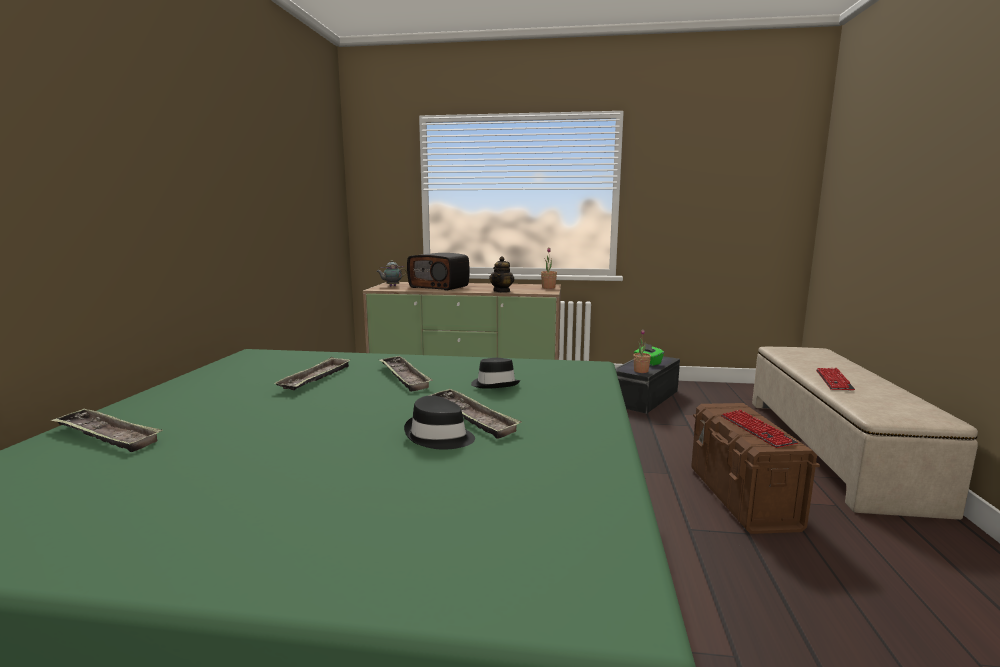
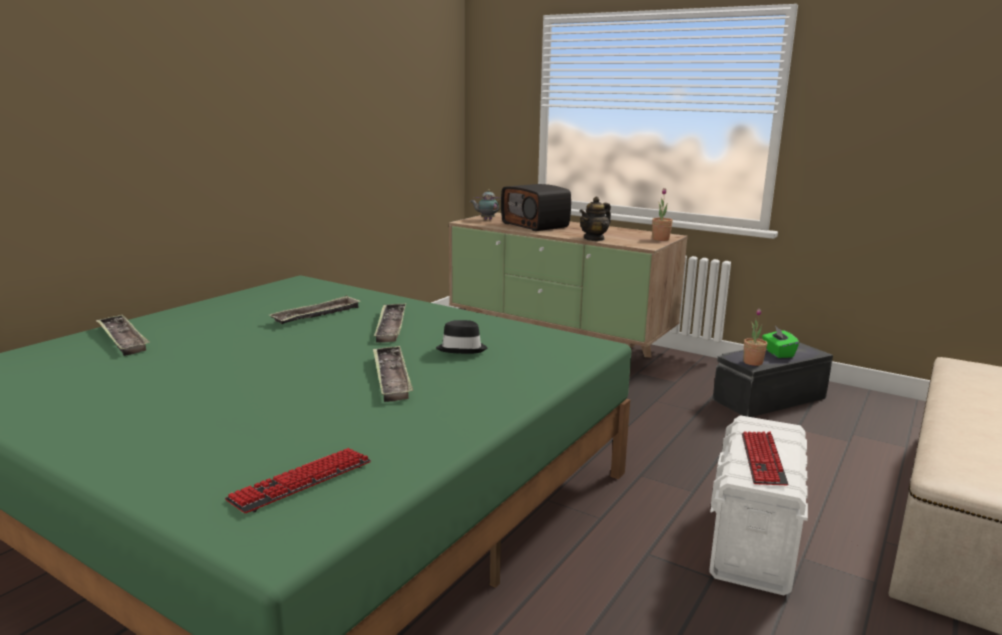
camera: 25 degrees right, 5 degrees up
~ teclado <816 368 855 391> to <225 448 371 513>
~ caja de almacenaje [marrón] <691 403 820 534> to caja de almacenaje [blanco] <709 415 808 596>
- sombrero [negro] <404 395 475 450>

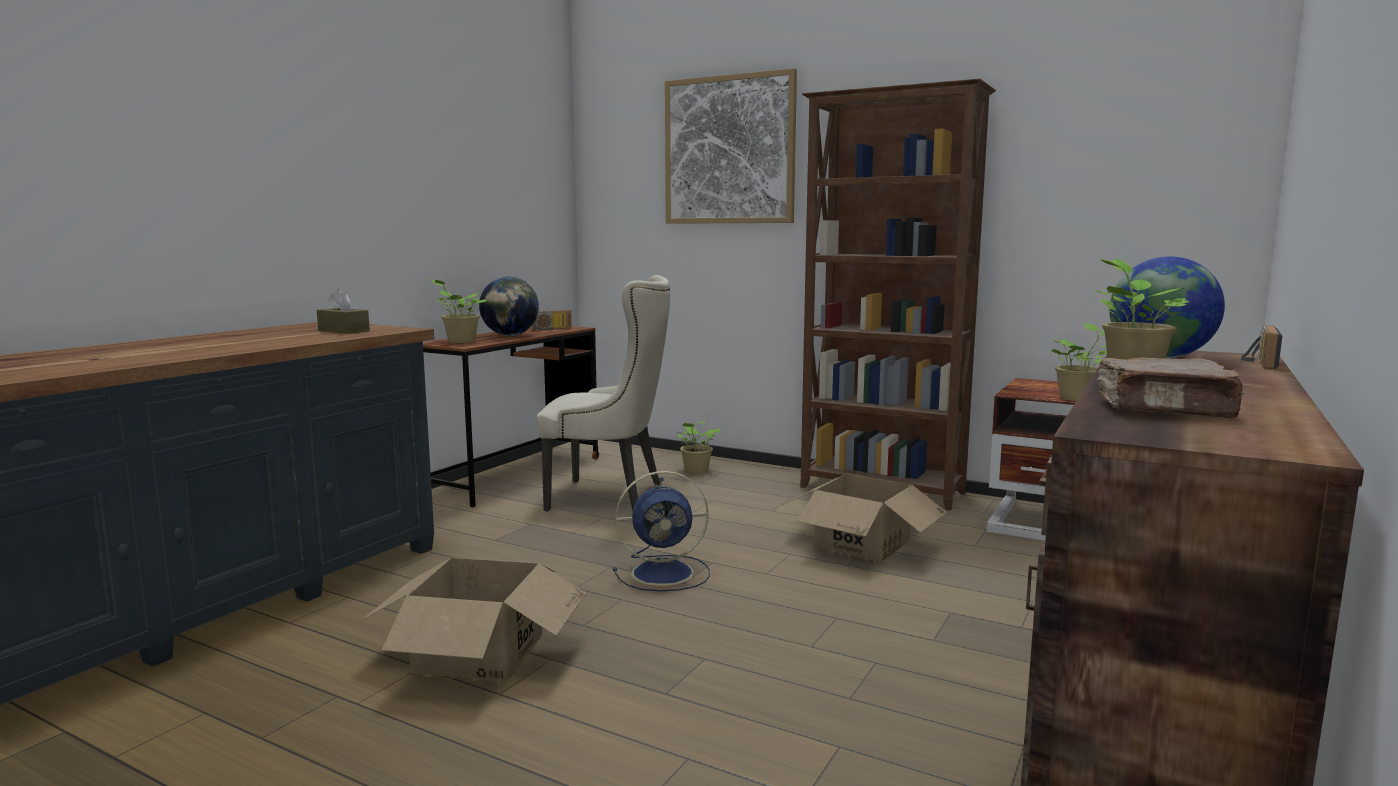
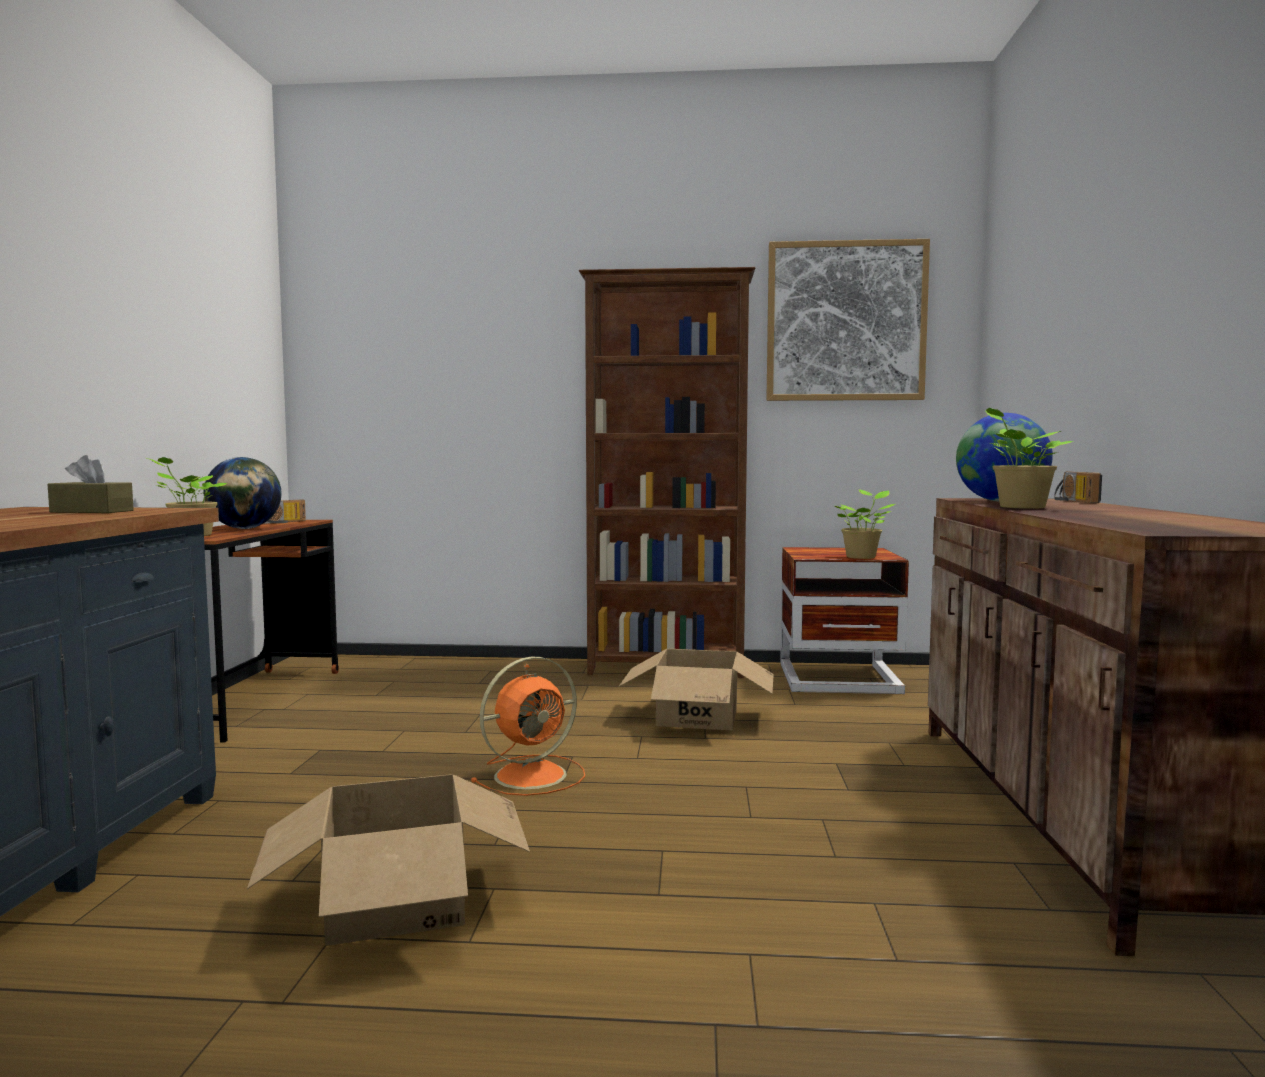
camera: 25 degrees left, 5 degrees down
~ ventilador [azul] <613 471 710 591> to ventilador [naranja] <471 656 585 796>
~ cuadro <665 68 797 224> to <766 239 930 401>
- silla [beis] <537 275 670 511>
- planta en maceta <678 420 720 474>
- libro [marrón] <1097 357 1245 418>

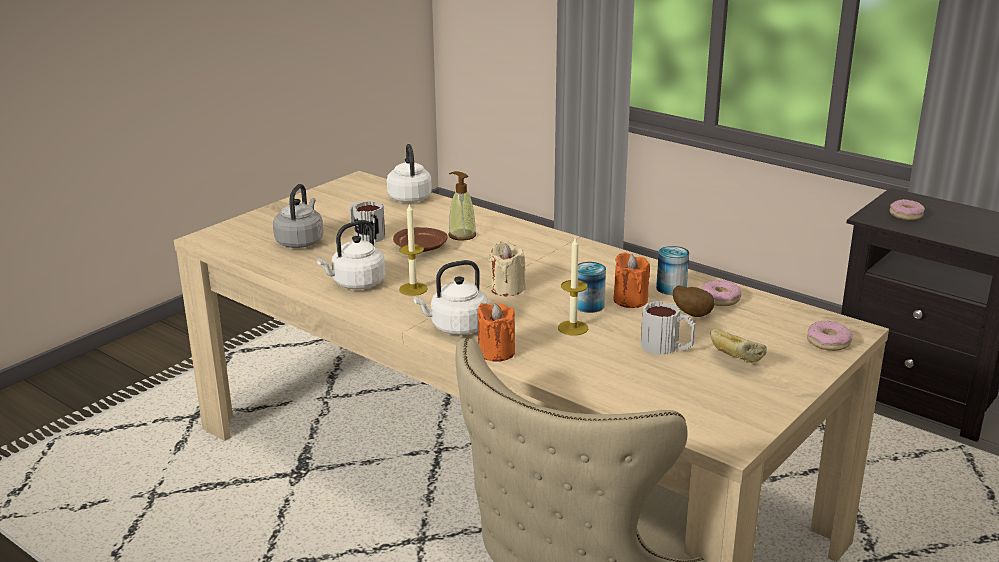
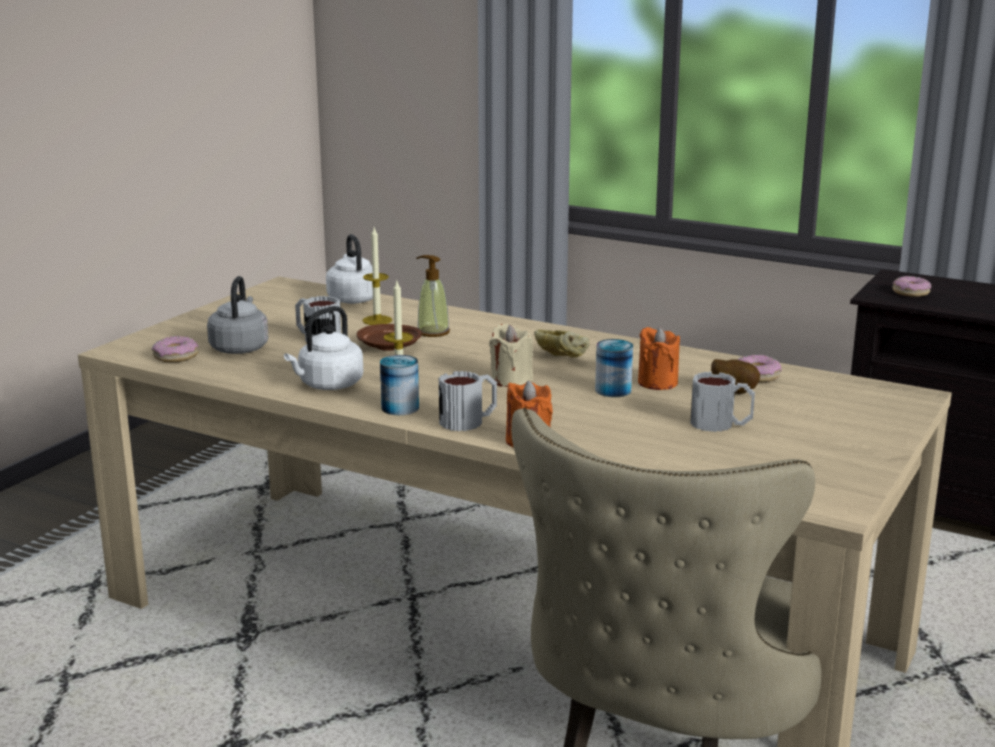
camera: 10 degrees left, 5 degrees down
~ rosquilla <807 321 853 351> to <152 336 199 362>
~ vela <558 236 588 335> to <363 228 392 325>
~ lata <656 246 689 295> to <380 355 419 415>
~ hervidor [blanco] <413 260 489 335> to taza grande <439 371 497 431>
~ pan <710 329 767 363> to <534 329 590 358>

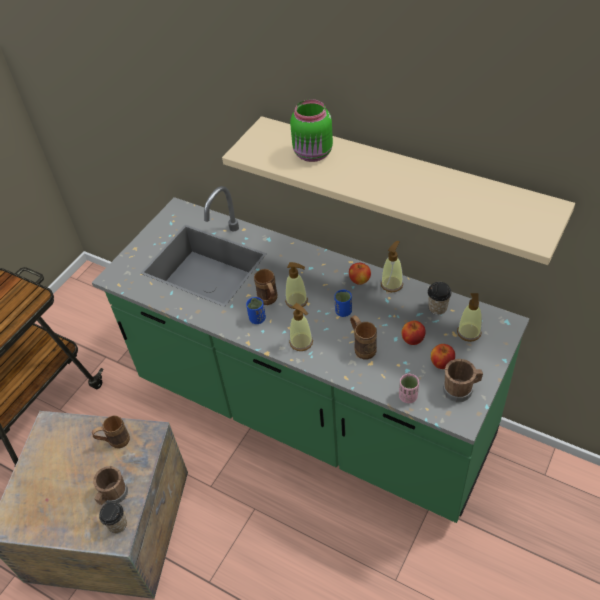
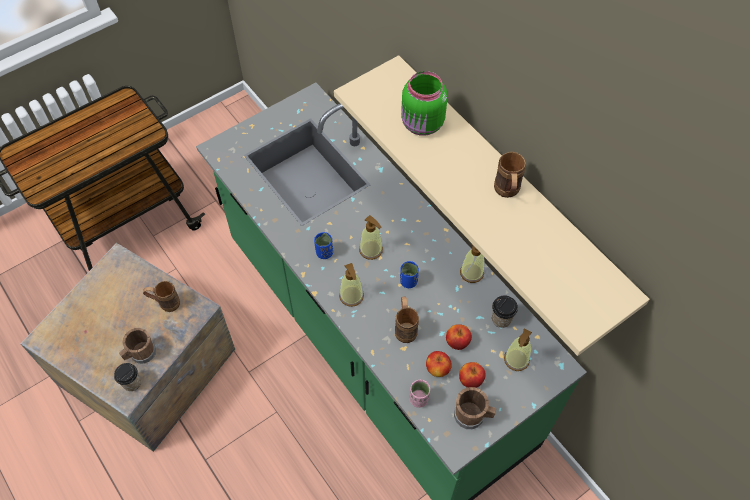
camera: 20 degrees right, 10 degrees up
~ manzana <349 263 371 285> to <426 351 452 377>
~ taza grande [marrón] <254 269 277 305> to <494 152 526 198>

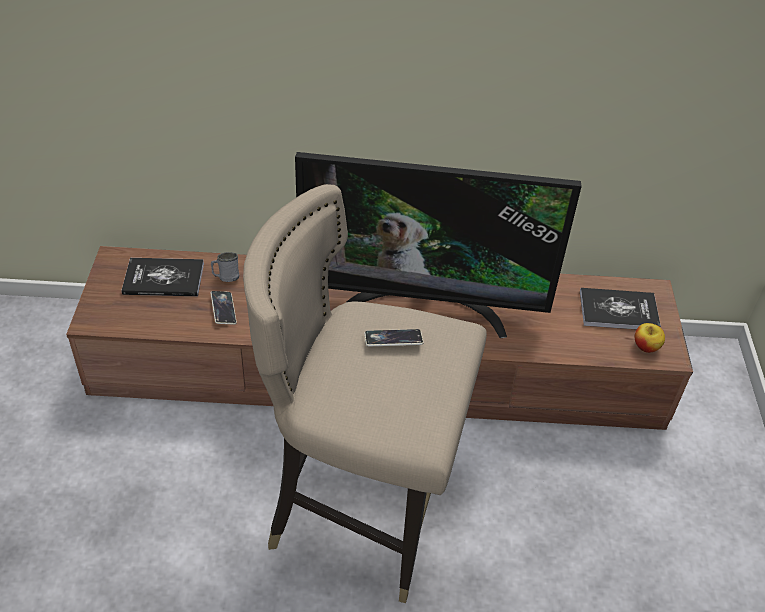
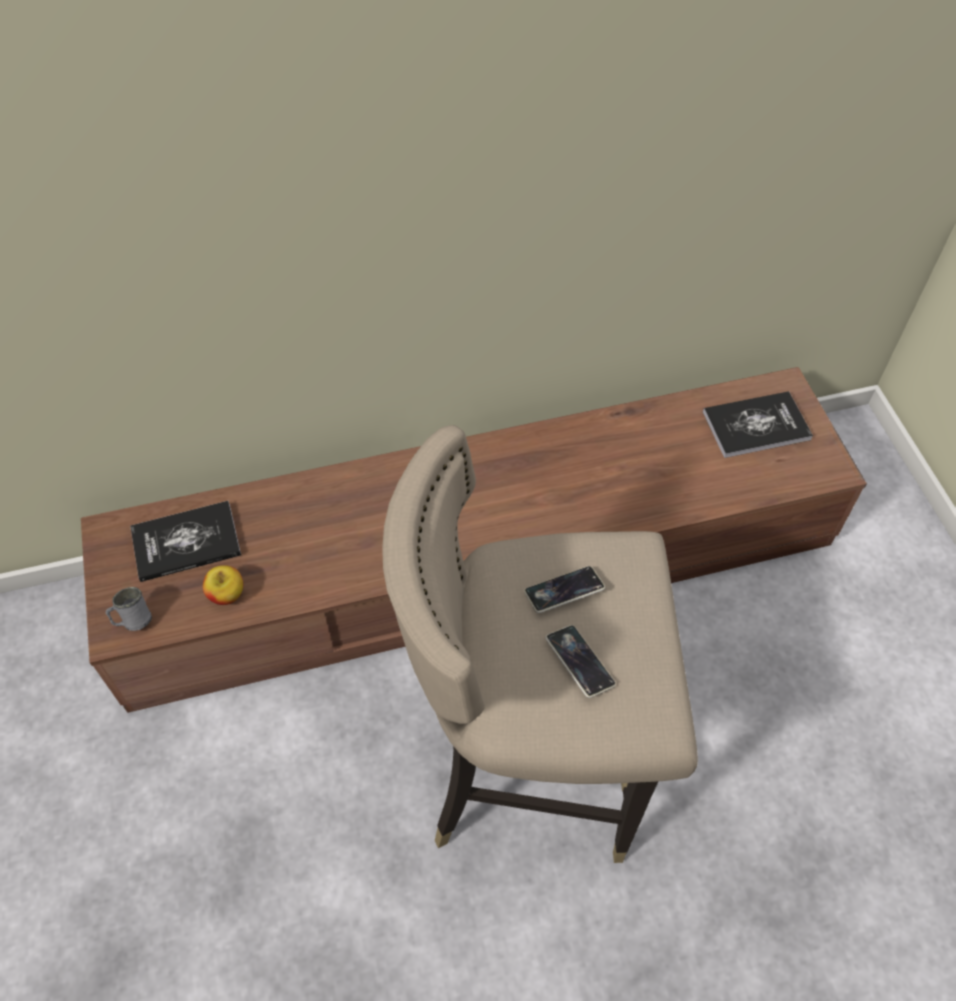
camera: 15 degrees left, 10 degrees up
~ taza grande [gris] <211 252 239 282> to <106 587 152 631>
~ manzana <635 323 665 353> to <203 565 243 605>
~ móvil <211 291 237 324> to <545 625 616 698>
- televisor <295 152 582 338>

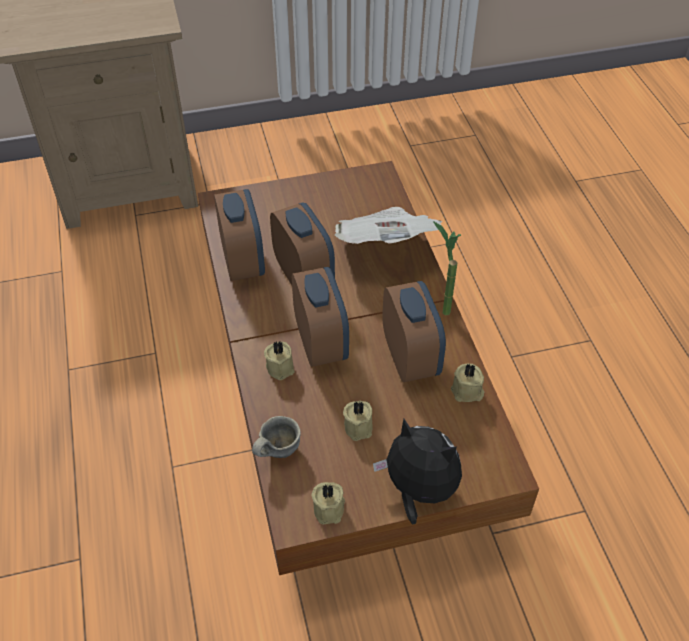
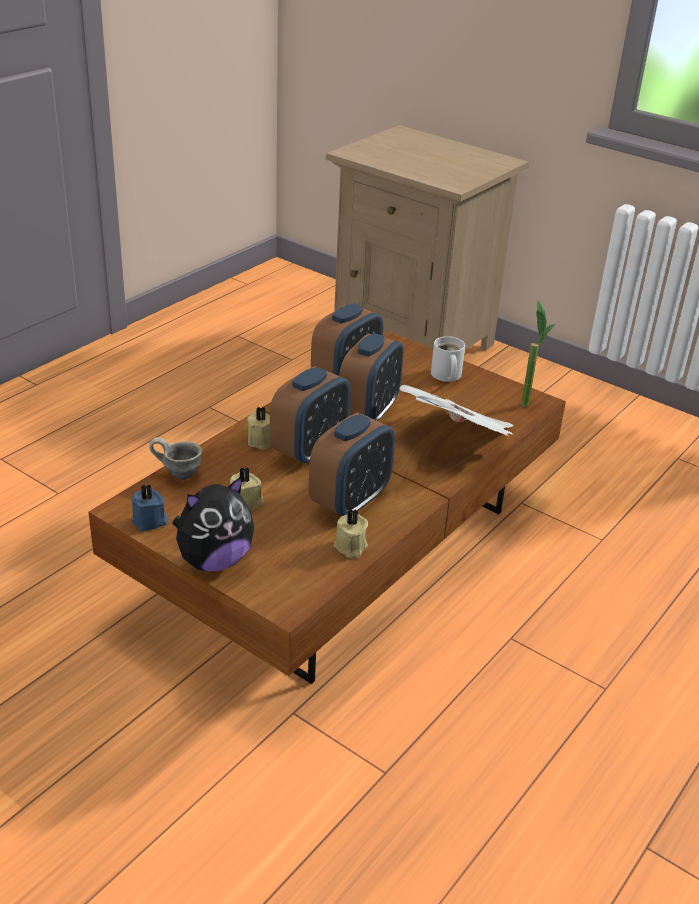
camera: 50 degrees right, 15 degrees down
~ vela [beis] <312 482 345 524> to vela [azul] <131 484 169 531>
~ peluche <373 419 462 525> = <172 476 254 571> 60 degrees clockwise
+ taza grande [blanco] <431 336 465 382>
~ planta en maceta <433 221 461 315> to <521 301 555 407>

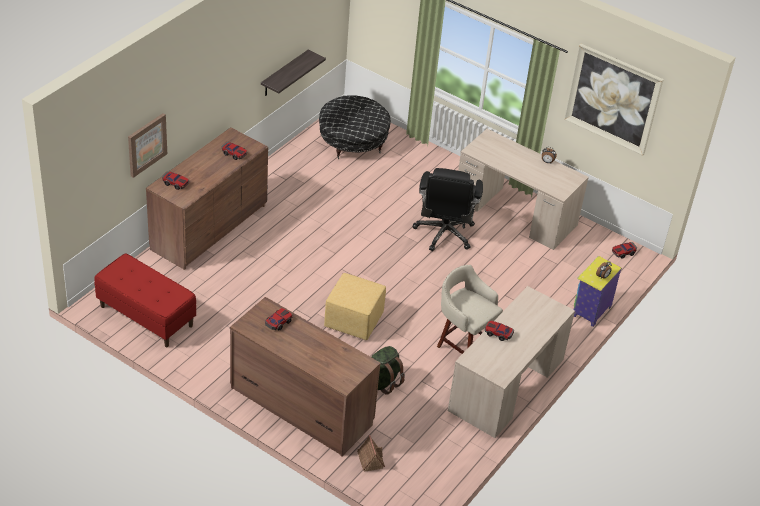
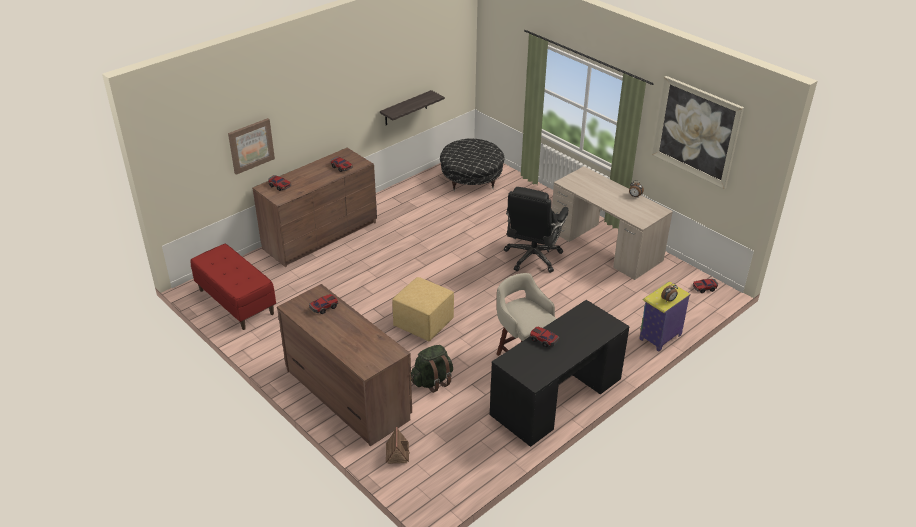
camera: 15 degrees right, 5 degrees down
~ escritorio [beis] <448 286 575 438> to escritorio [negro] <490 300 630 447>

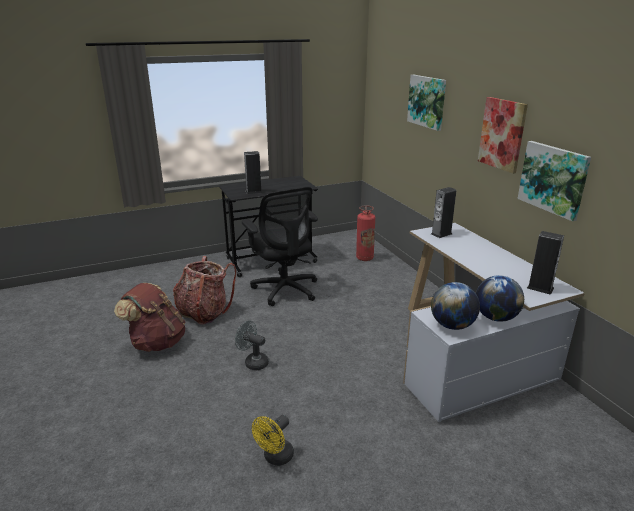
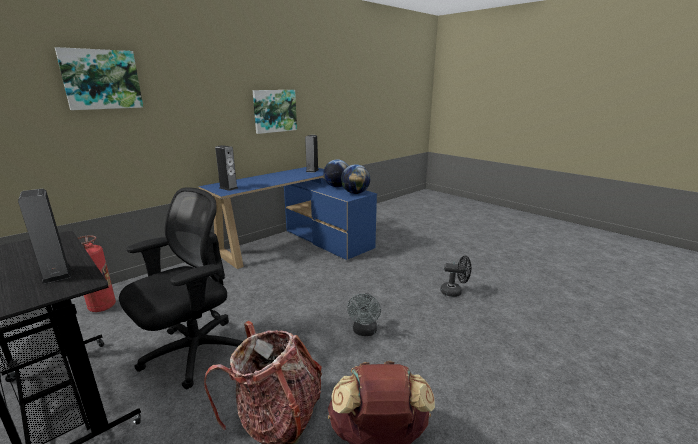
camera: 110 degrees left, 5 degrees down
~ escritorio [blanco] <403 223 585 422> to escritorio [azul] <199 167 377 269>
~ ventilador [amarillo] <252 415 294 466> to ventilador [negro] <441 256 471 297>
- cuadro <478 97 528 174>

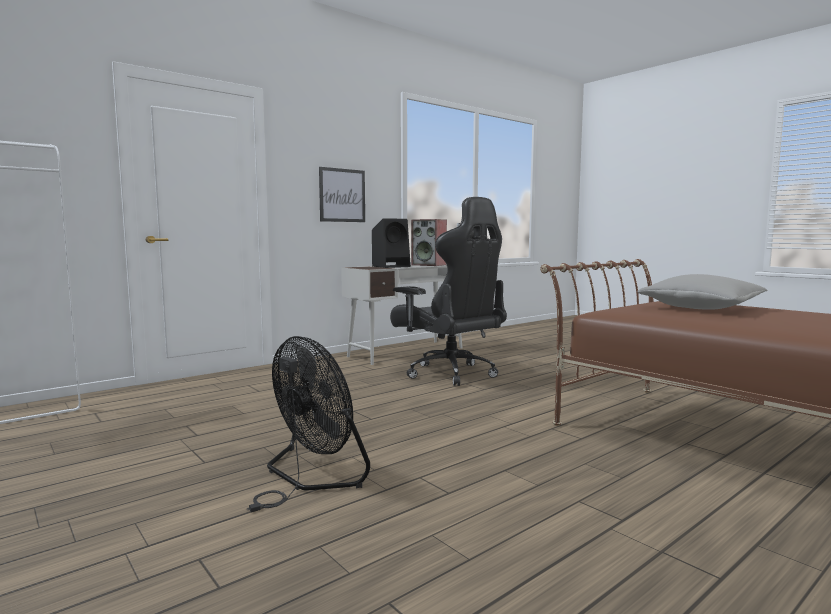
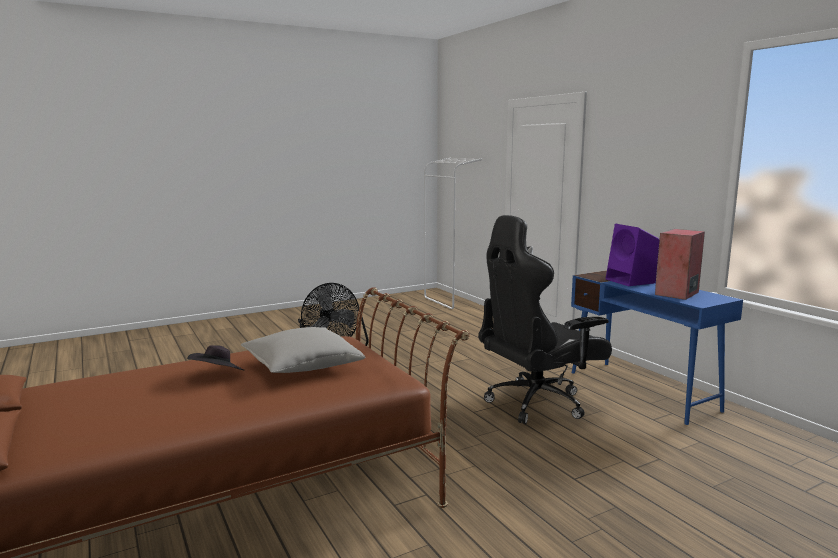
camera: 100 degrees right, 5 degrees up
+ sombrero [negro] <187 345 244 370>
~ escritorio [blanco] <341 265 463 365> to escritorio [azul] <571 270 743 425>
~ altavoz [negro] <372 218 411 268> to altavoz [morado] <606 224 659 286>
- cuadro <319 167 365 222>

